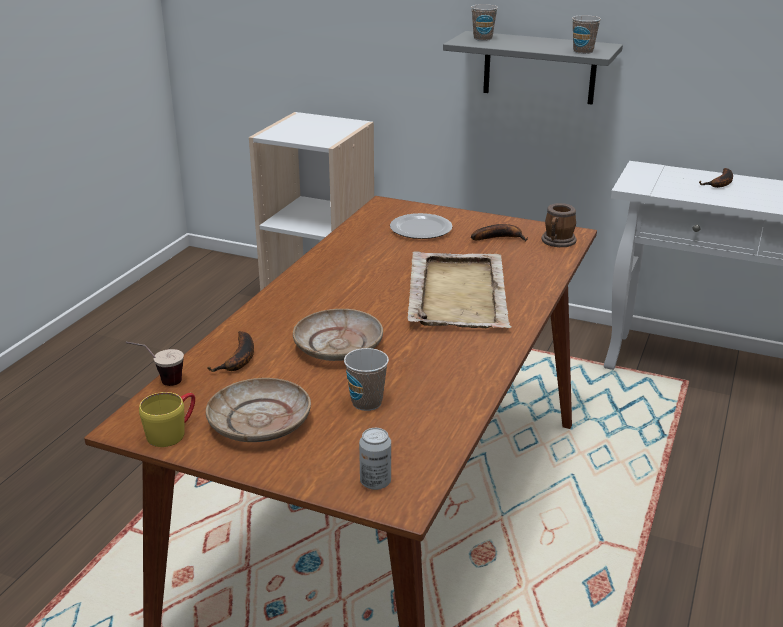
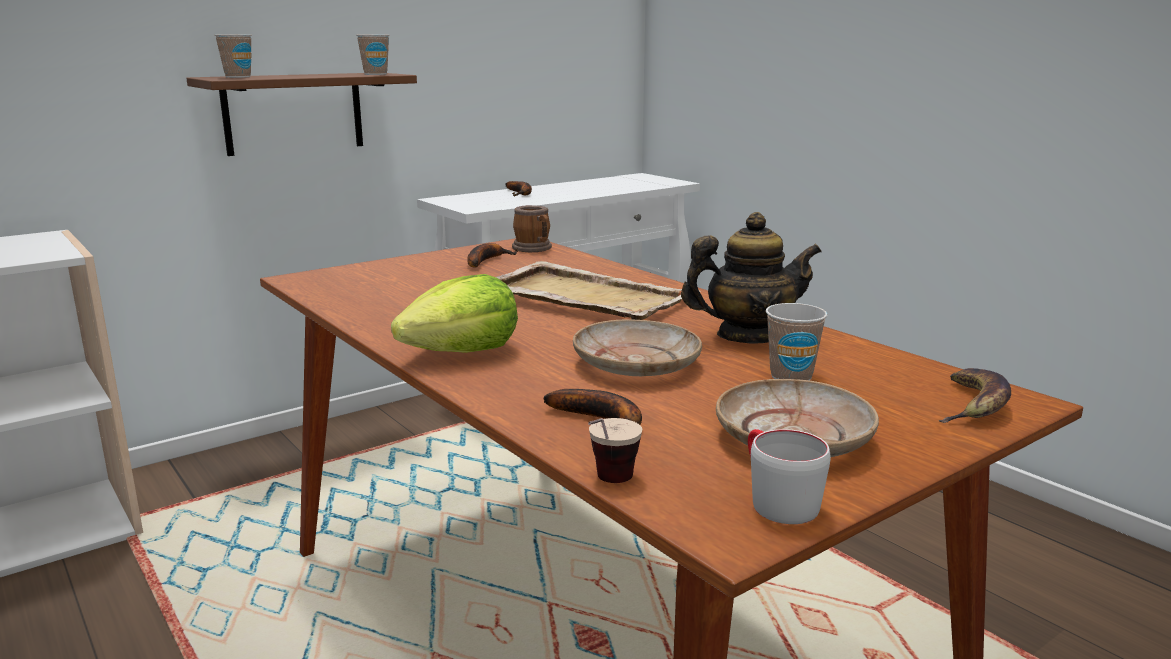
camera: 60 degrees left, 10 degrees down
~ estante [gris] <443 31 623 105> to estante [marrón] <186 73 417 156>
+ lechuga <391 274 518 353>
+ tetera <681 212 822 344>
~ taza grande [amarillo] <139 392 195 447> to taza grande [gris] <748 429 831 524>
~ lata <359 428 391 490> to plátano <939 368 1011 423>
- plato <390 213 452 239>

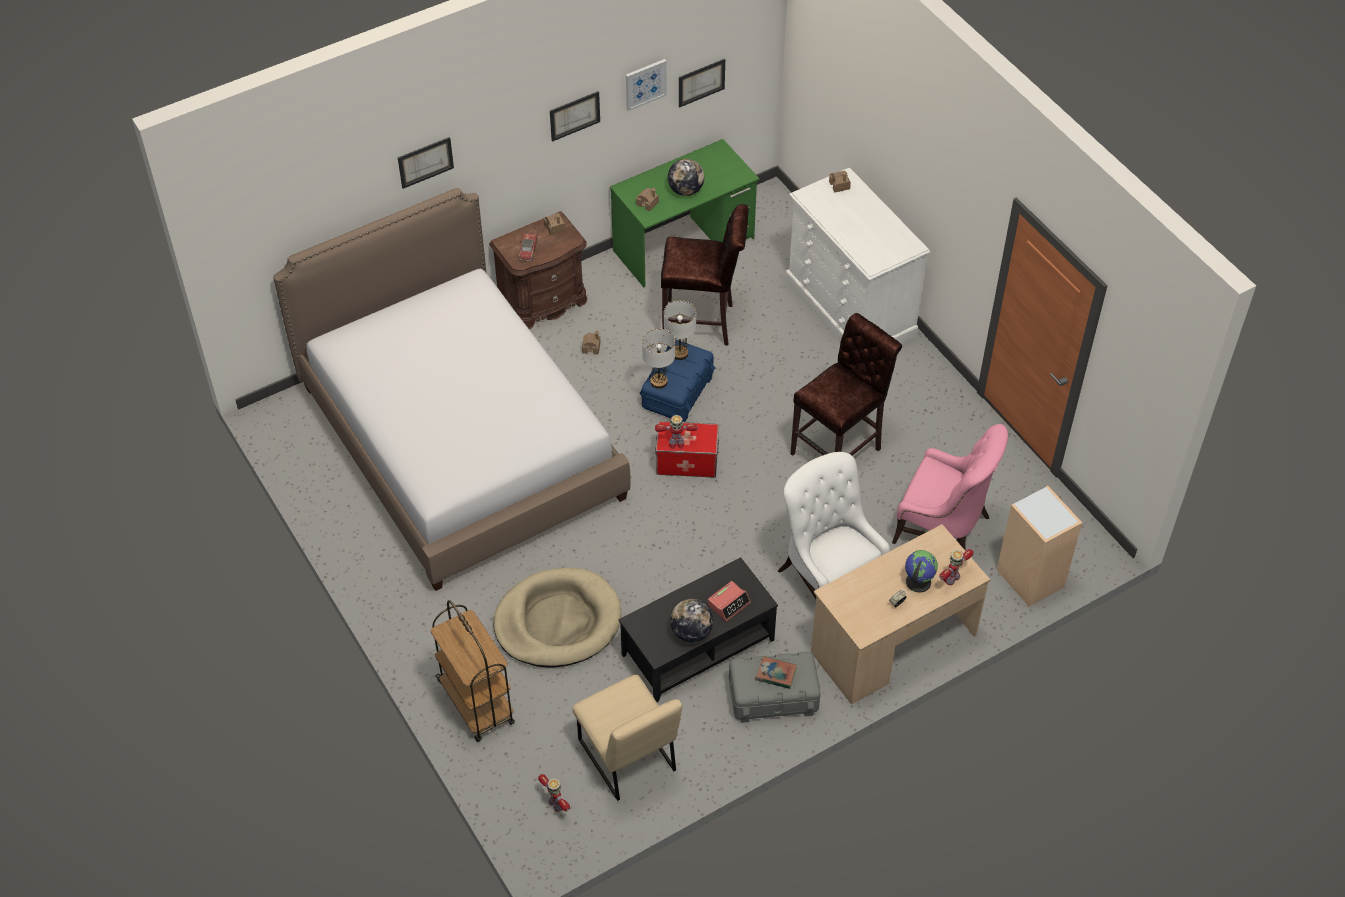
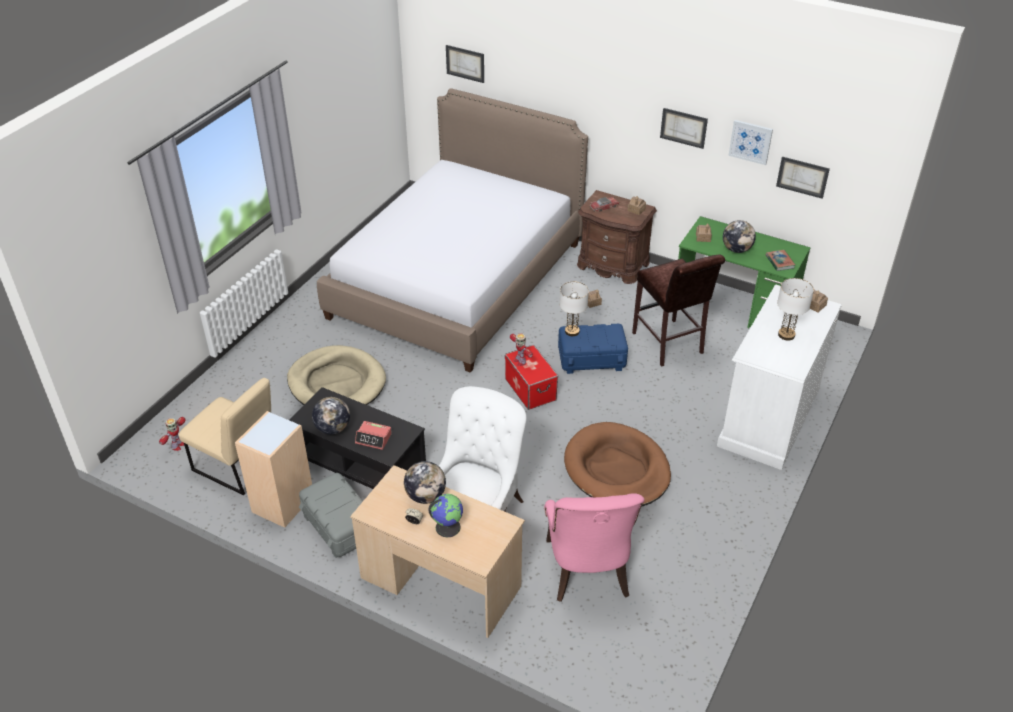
camera: 60 degrees right, 10 degrees down
~ silla [beis] <573 675 682 801> = <179 378 271 495> 90 degrees counterclockwise
~ estantería <997 486 1082 606> to <235 411 312 528>
+ globo terráqueo <404 461 446 504>
~ cuadro <398 137 454 189> to <446 45 484 83>
~ taburete [marrón] <791 313 902 456> to cama para perro [marrón] <564 422 671 507>
~ libro <756 656 797 689> to <766 250 795 271>
~ lámpara de mesa <664 300 696 360> to <777 278 814 341>
- carrito [marrón] <431 600 515 742>
- robot de juguete <939 549 974 585>

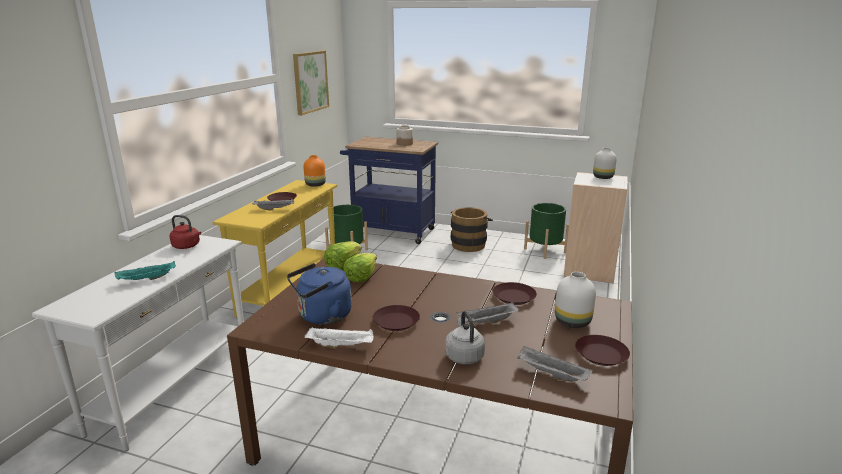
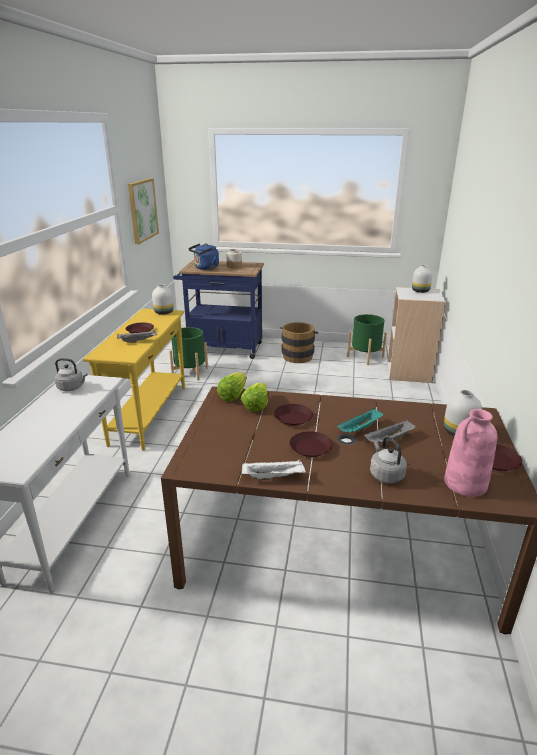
camera: 10 degrees left, 5 degrees up
~ hervidor [rojo] <170 215 201 249> to hervidor [gris] <54 358 87 391>
~ florero [naranja] <303 155 326 187> to florero [blanco] <152 284 174 315>
~ hervidor [azul] <287 263 352 325> to <188 243 219 270>
~ plato [marrón] <493 282 537 305> to <274 404 313 426>
~ bandeja [turquesa] <114 261 176 280> to <337 408 383 433>
~ bandeja [gris] <517 346 593 382> to florero [rosa] <444 409 497 497>

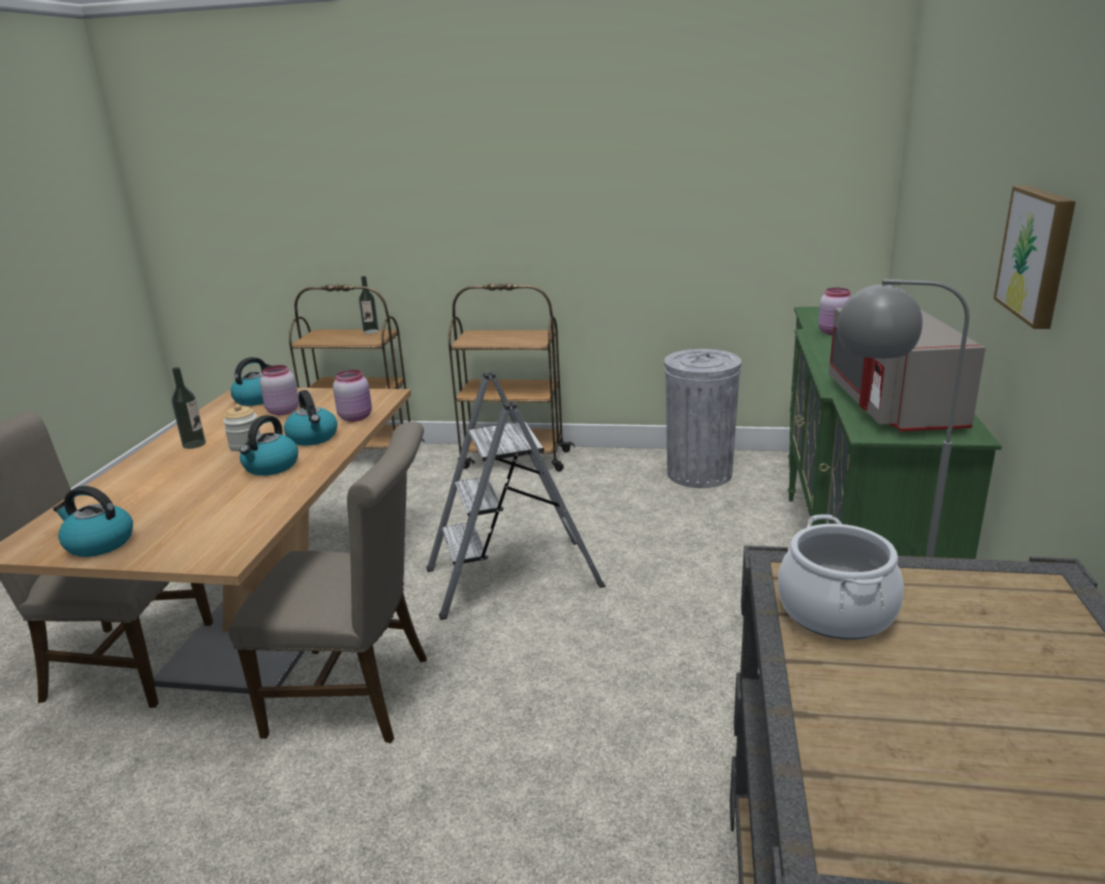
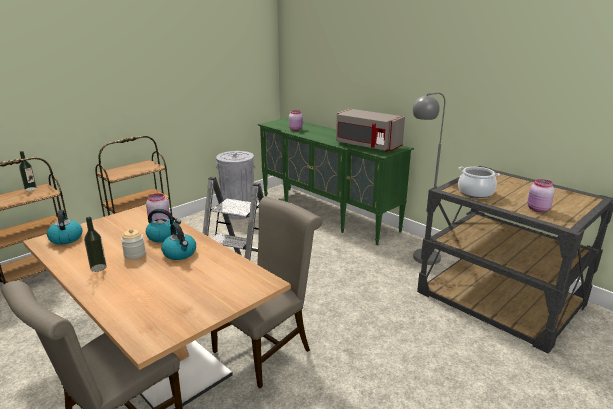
camera: 55 degrees left, 0 degrees up
~ tarro [rosa] <260 365 299 415> to <527 179 555 212>
- hervidor <53 486 133 557>
- cuadro <994 186 1076 329>

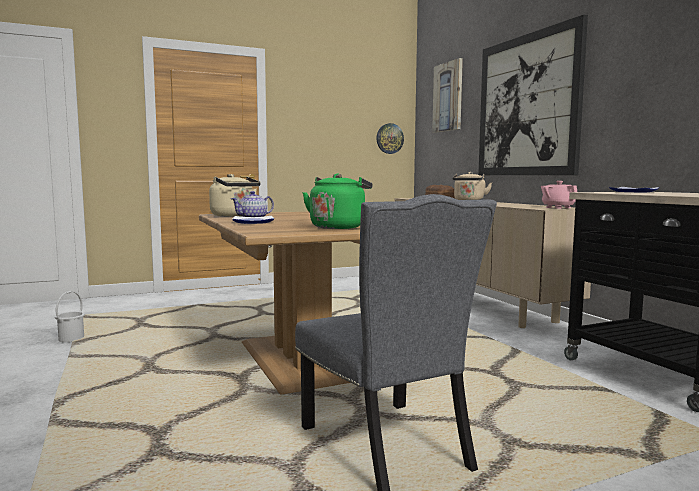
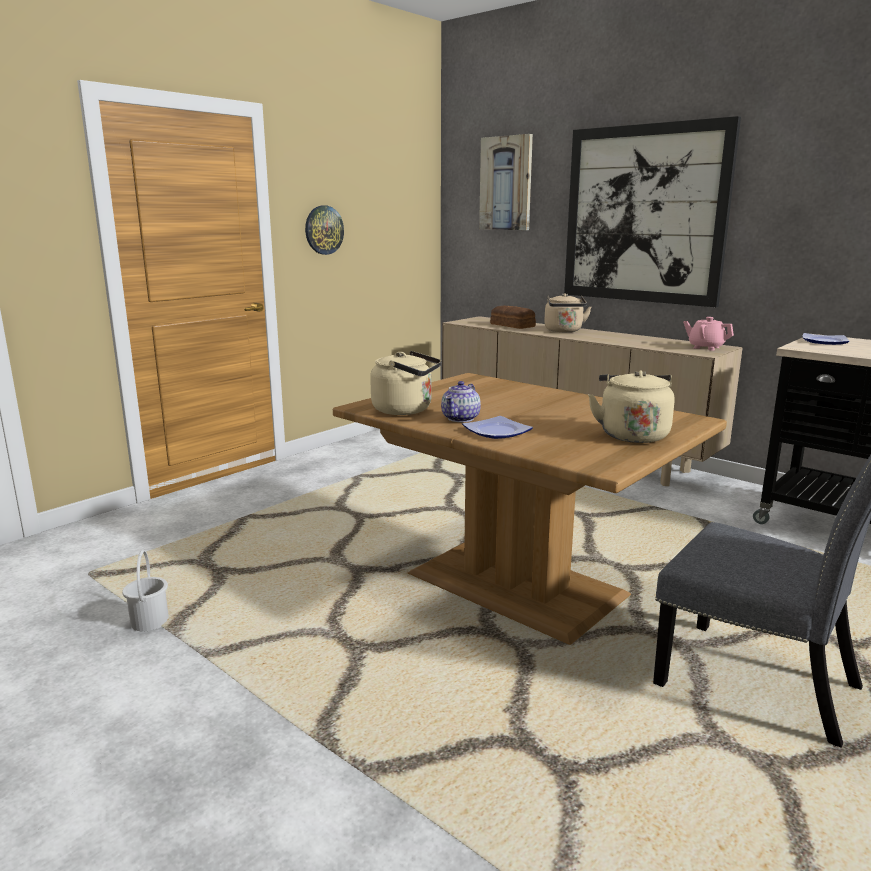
camera: 25 degrees left, 10 degrees up
~ reloj de pared <376 123 404 154> to <305 206 344 255>
~ hervidor [verde] <303 173 373 229> to hervidor [beis] <588 370 675 443>

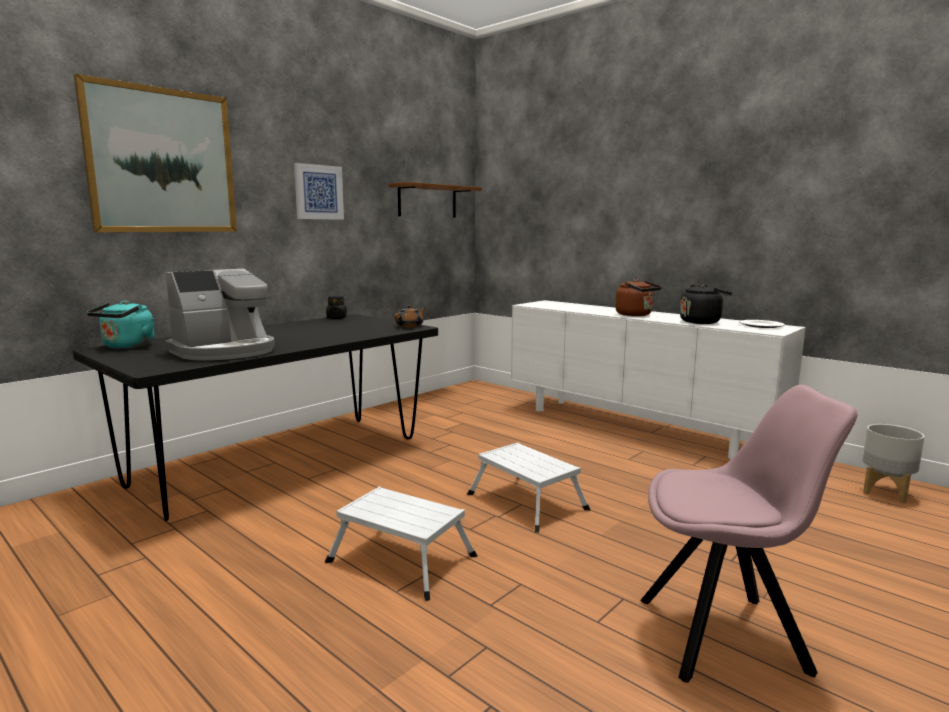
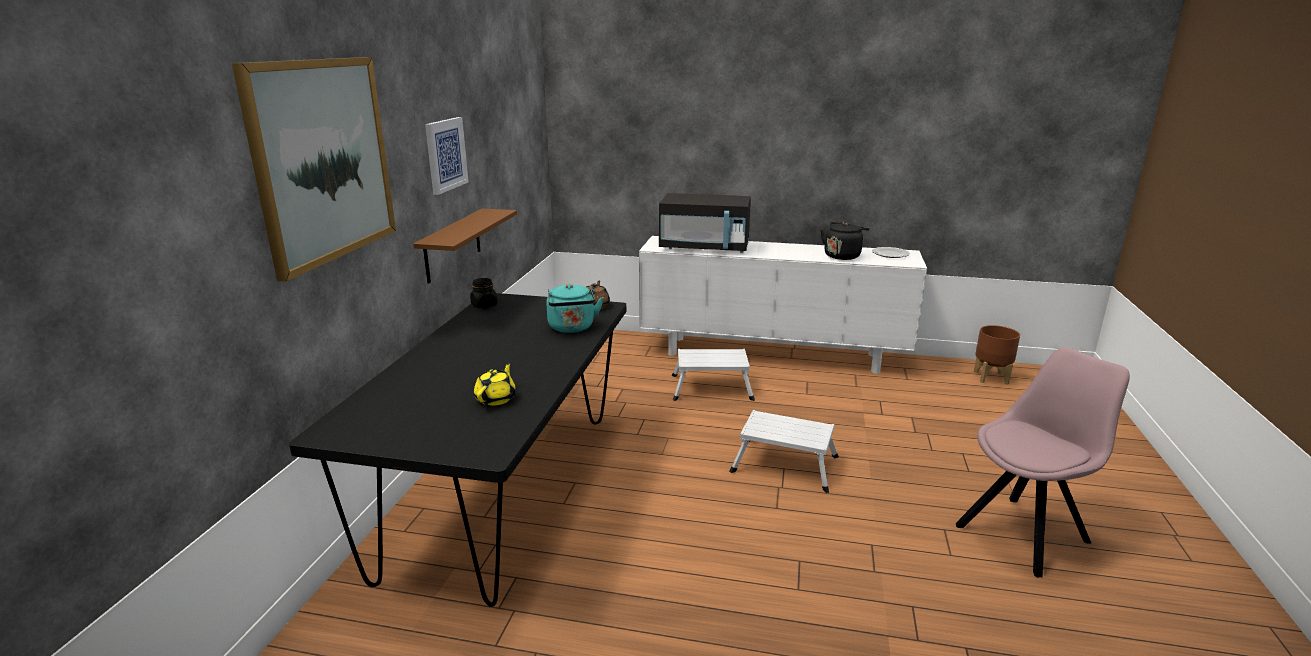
camera: 30 degrees left, 10 degrees up
~ estante [marrón] <389 182 482 217> to <413 208 517 284>
~ cafetera <165 269 275 361> to tetera [amarillo] <474 362 516 406>
~ hervidor [turquesa] <87 301 155 349> to <546 284 604 333>
+ microondas [negro] <659 193 751 253>
~ escalera de tijera [blanco] <325 486 477 601> to <672 349 755 401>
~ maceta [gris] <862 424 925 502> to maceta [marrón] <974 325 1020 385>
- hervidor [marrón] <615 279 662 316>

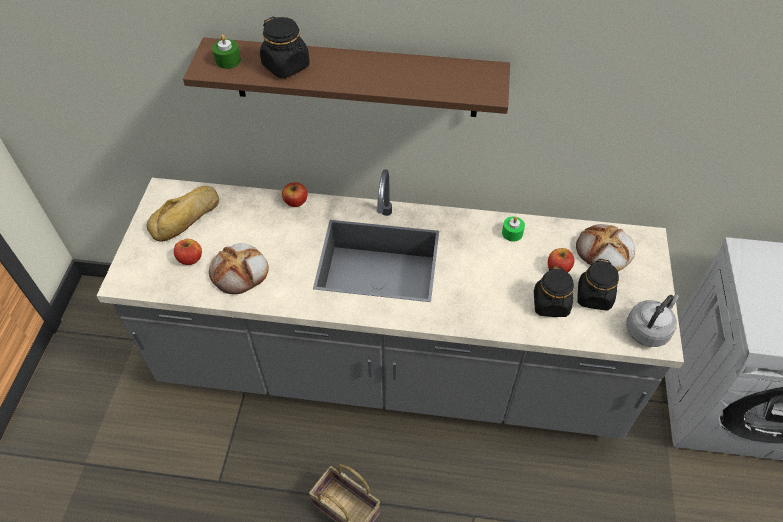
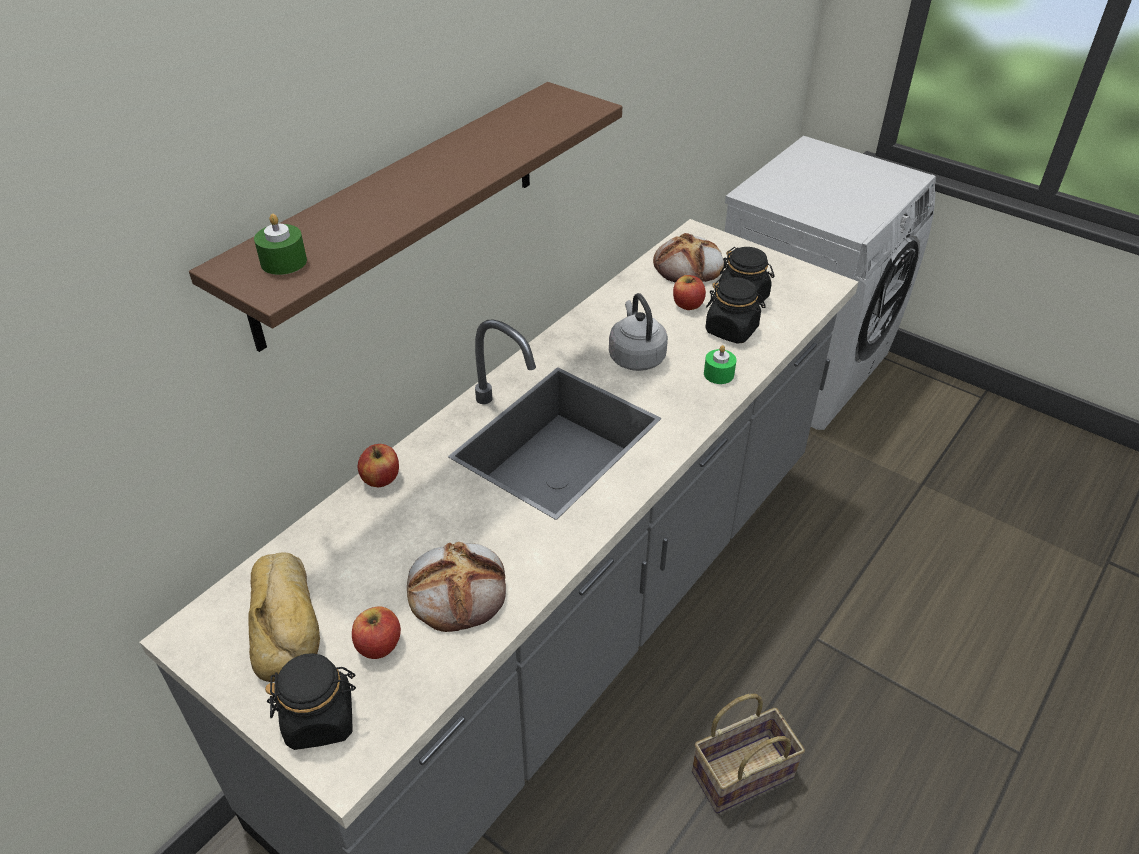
camera: 60 degrees left, 10 degrees down
~ tarro [negro] <260 17 310 78> to <265 653 356 750>
~ hervidor [gris] <626 295 679 347> to <609 293 668 371>
~ vela [verde] <502 217 525 242> to <704 345 736 384>

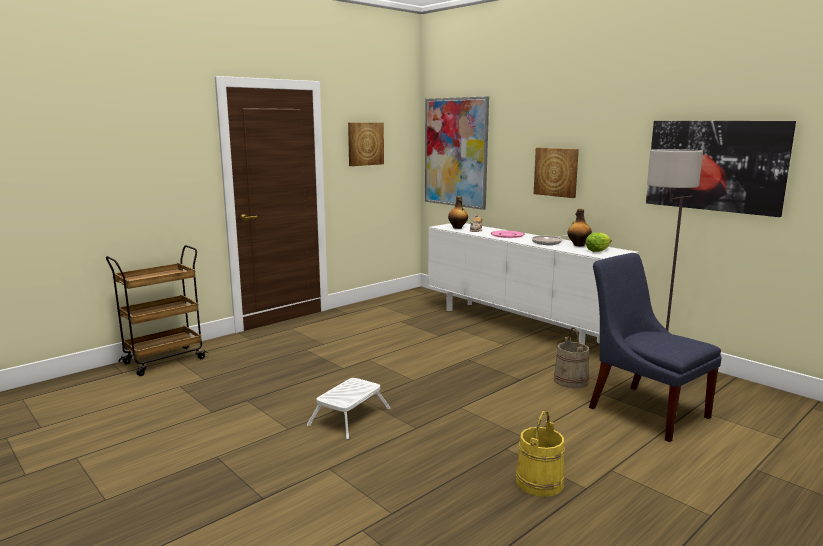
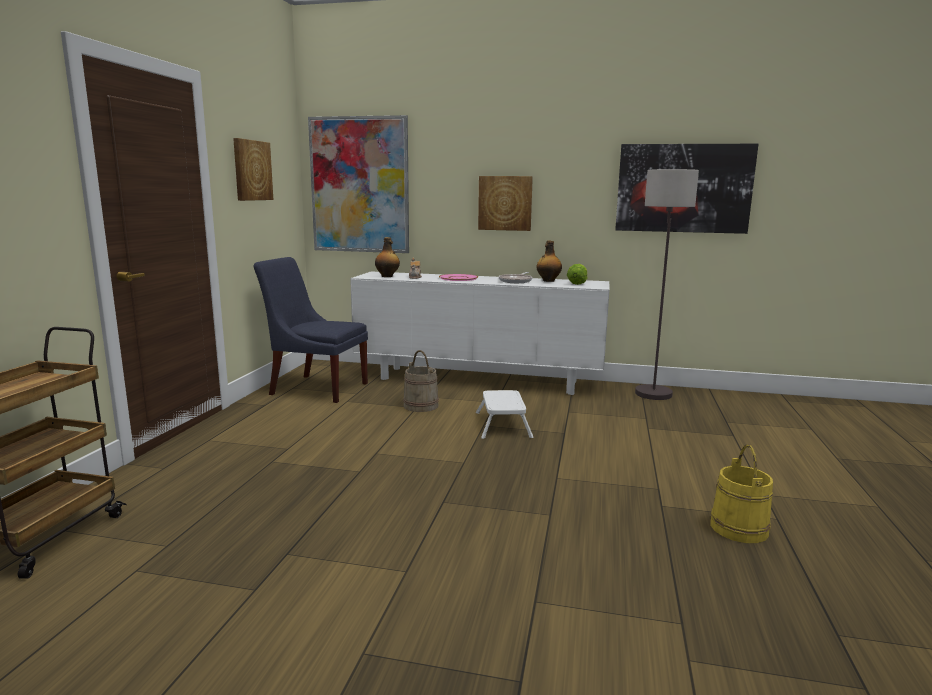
camera: 35 degrees left, 0 degrees up
~ silla [azul] <589 253 722 442> to <254 257 368 403>
~ cubo [beis] <554 327 589 388> to <403 350 439 412>
~ escalera de tijera [blanco] <307 378 391 439> to <476 390 533 439>

